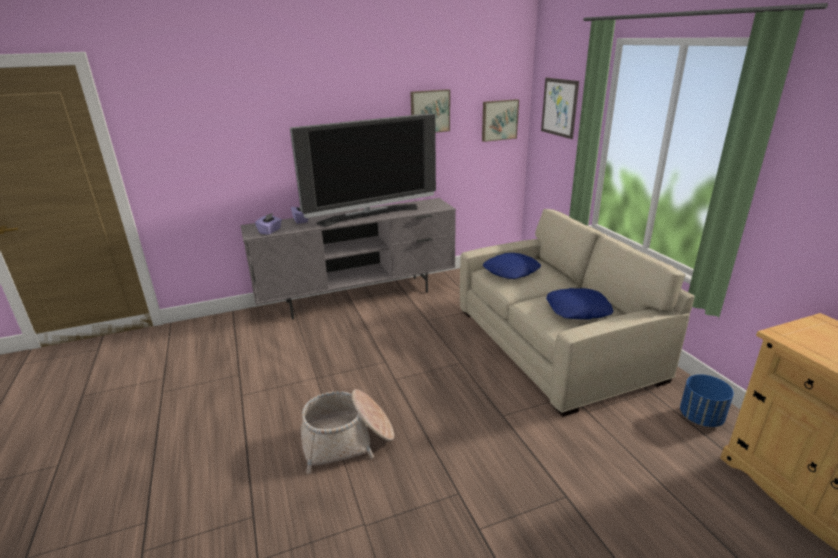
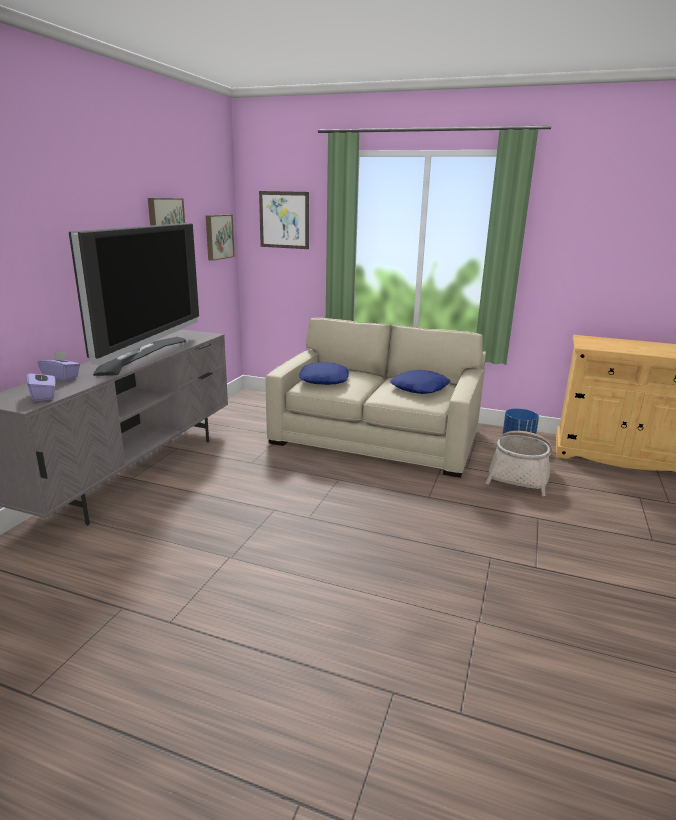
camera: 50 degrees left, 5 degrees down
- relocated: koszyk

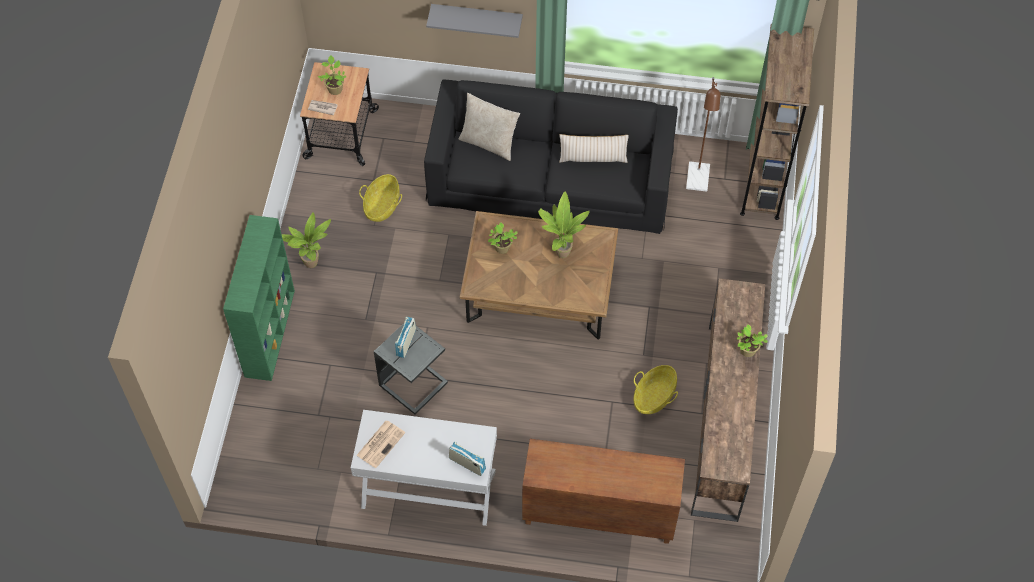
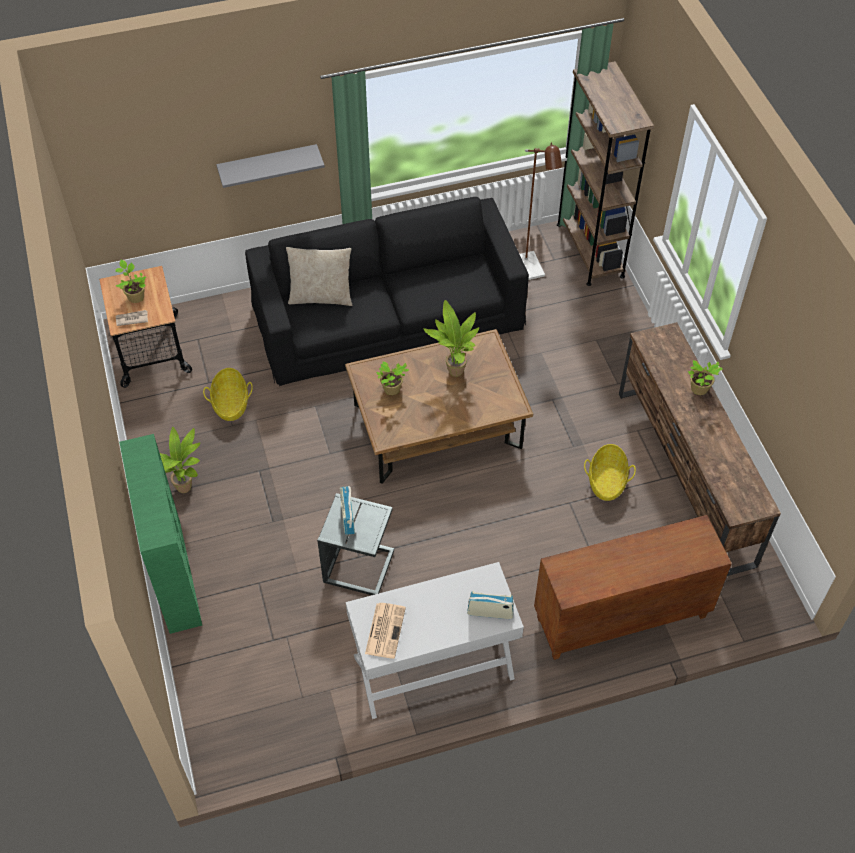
camera: 25 degrees left, 5 degrees down
- missing: poduszka [beżowy] (no. 2 from left)

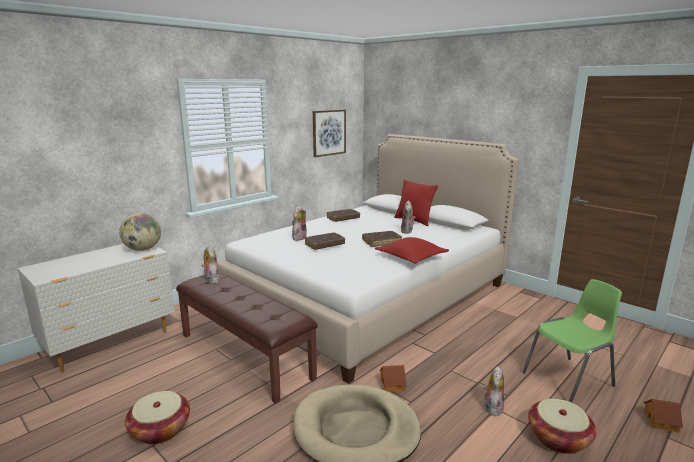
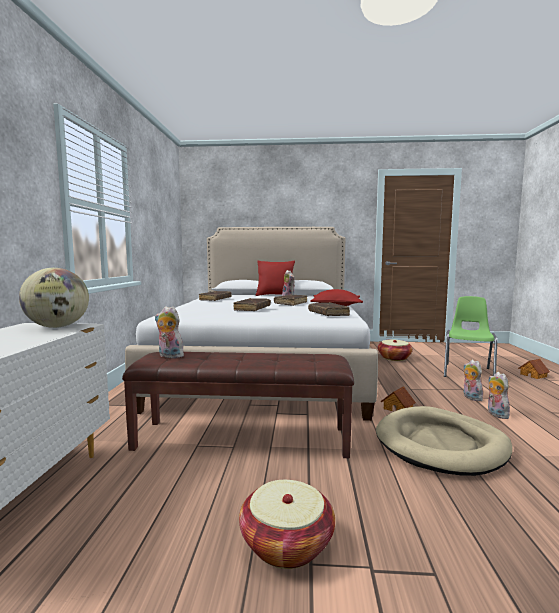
camera: 40 degrees left, 10 degrees down
- relocated: pluszak (no. 2 from left in the first image) to pluszak (no. 4 from left)
- missing: obraz
- relocated: koszyk (no. 2 from left)
- appeared: książka [brązowy] (no. 4 from left)

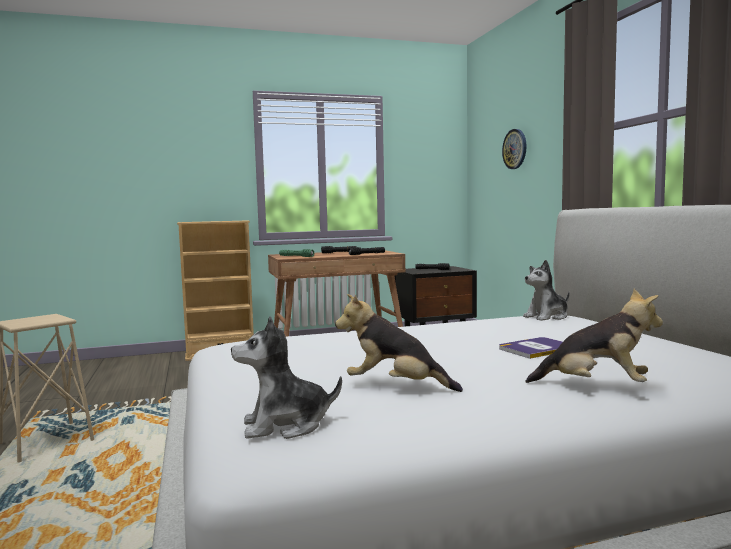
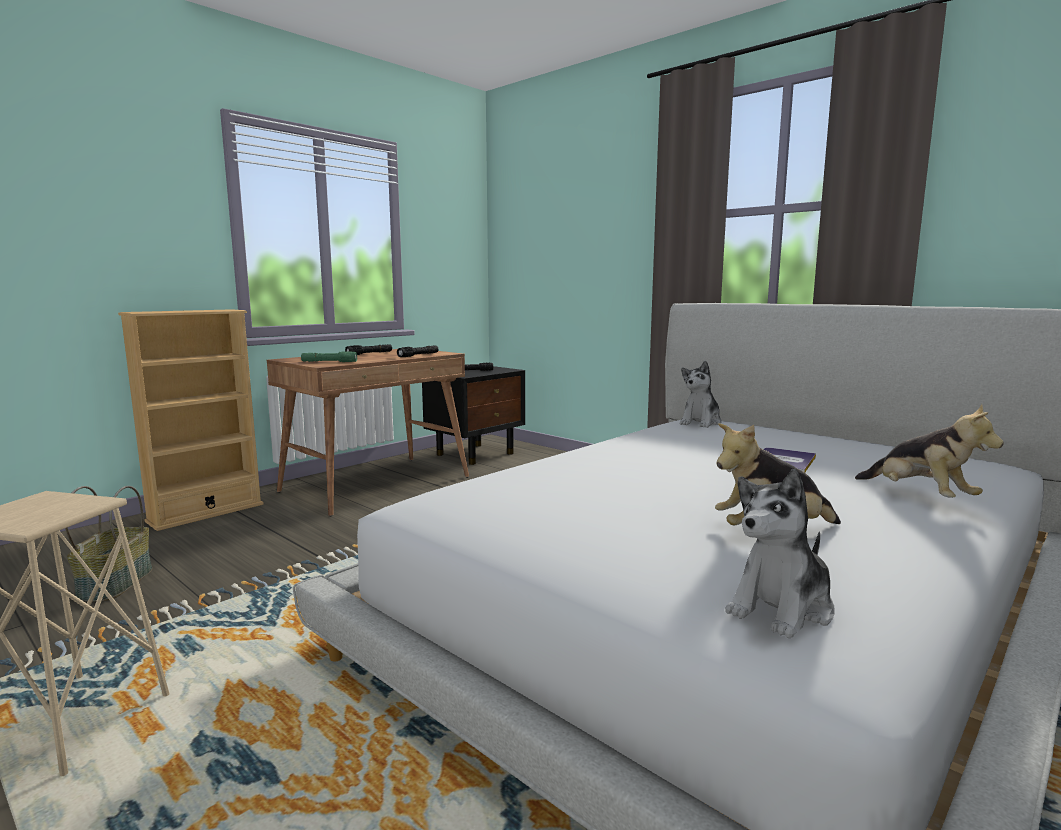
camera: 30 degrees left, 5 degrees up
- missing: zegar ścienny
- spun: pluszak (no. 4 from left) 75 degrees clockwise
- appeared: koszyk

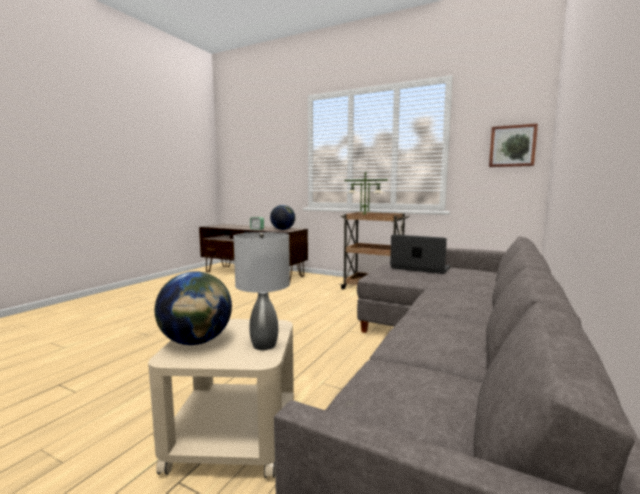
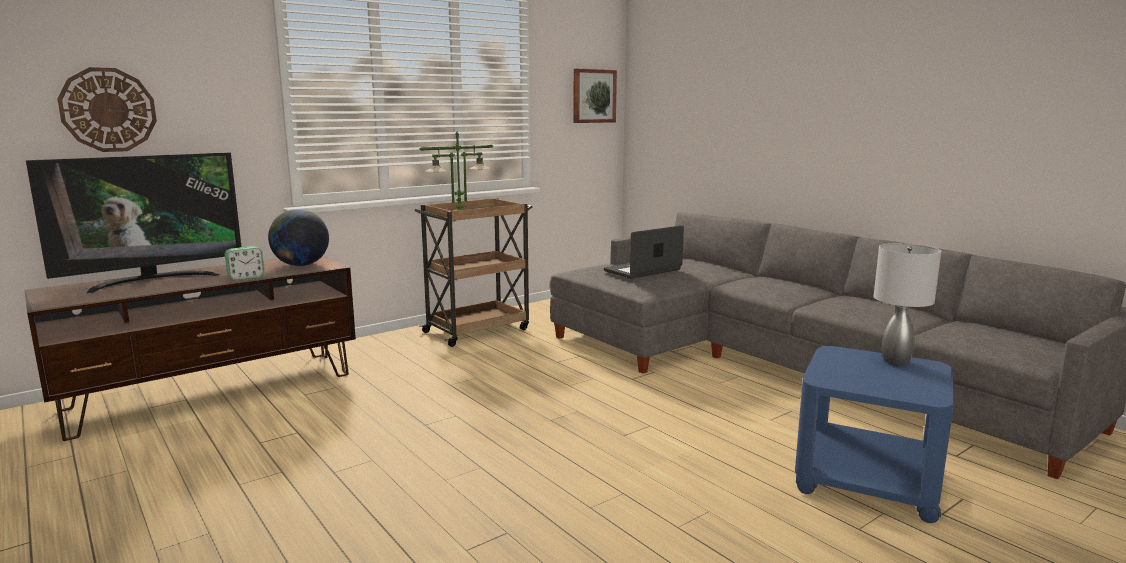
camera: 65 degrees left, 5 degrees up
- colour: stolik [beżowy] to stolik [niebieski]
- missing: globus (no. 1 from left)
- appeared: telewizor
- appeared: zegar ścienny

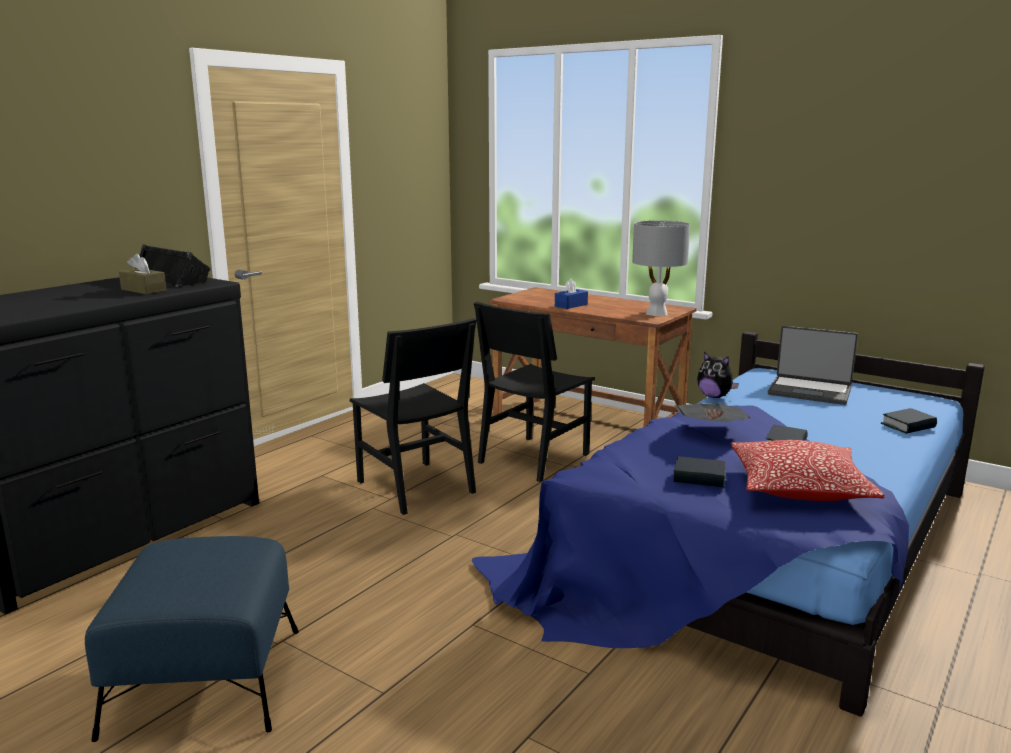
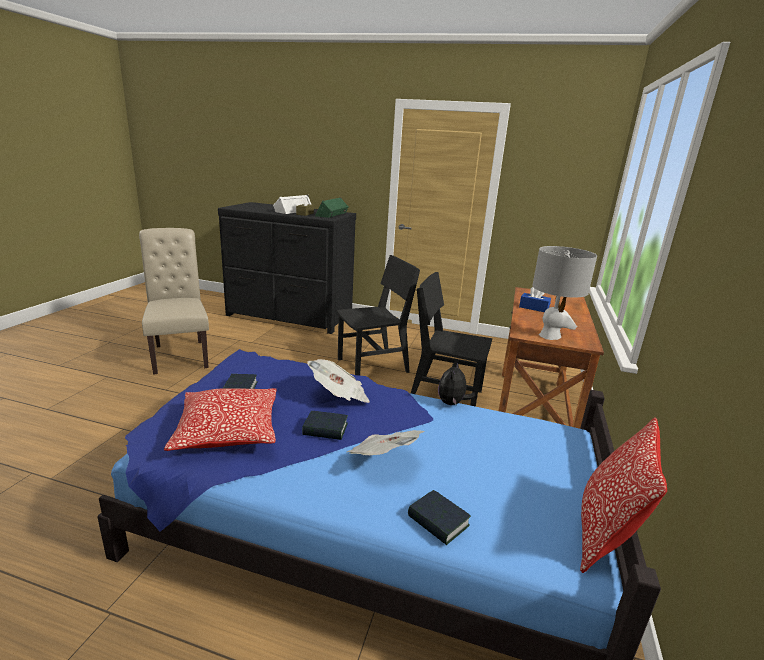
camera: 70 degrees right, 5 degrees up
- exchanged: pufa [niebieski] to krzesło [beżowy]
- colour: głośnik [czarny] to głośnik [zielony]
- spun: krzesło [czarny] (no. 1 from left) 150 degrees counterclockwise
- missing: laptop
- appeared: głośnik [biały]
- appeared: gazeta (no. 2 from left)
- appeared: poduszka (no. 2 from left)

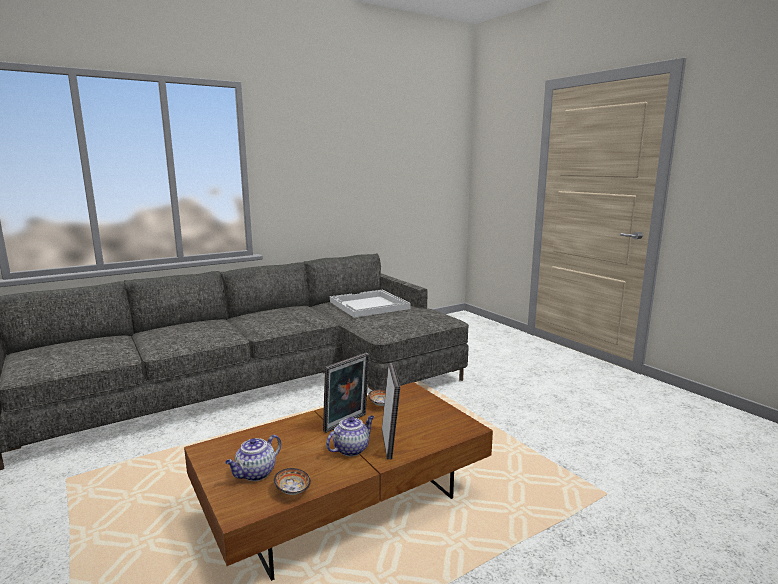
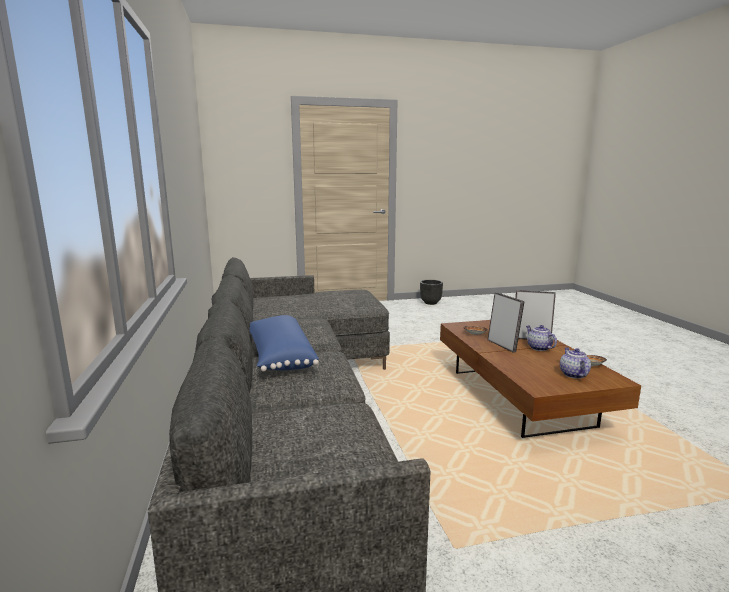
camera: 70 degrees left, 0 degrees up
- spun: imbryk (no. 1 from left in the first image) 150 degrees counterclockwise
- missing: taca [biały]
- appeared: poduszka [niebieski]
- appeared: donica [czarny]

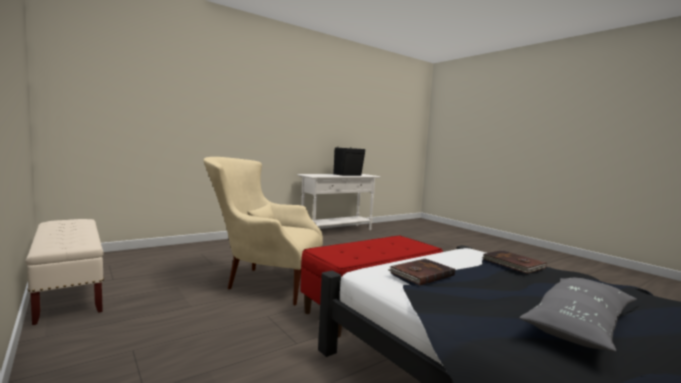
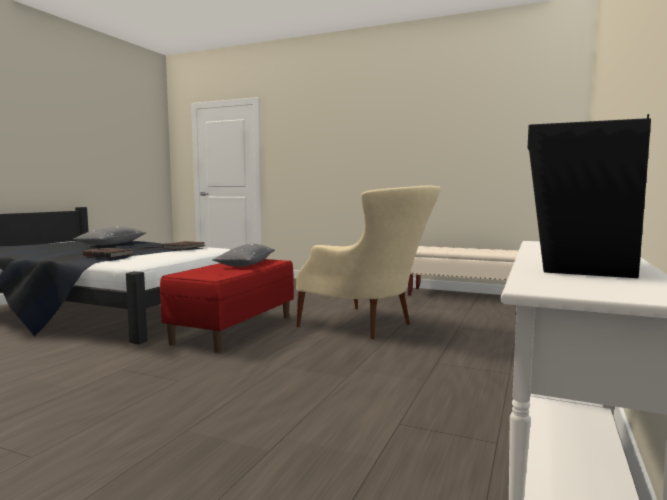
camera: 150 degrees right, 0 degrees up
- spun: fotel [beżowy] 60 degrees clockwise
- appeared: poduszka [szary] (no. 2 from left)

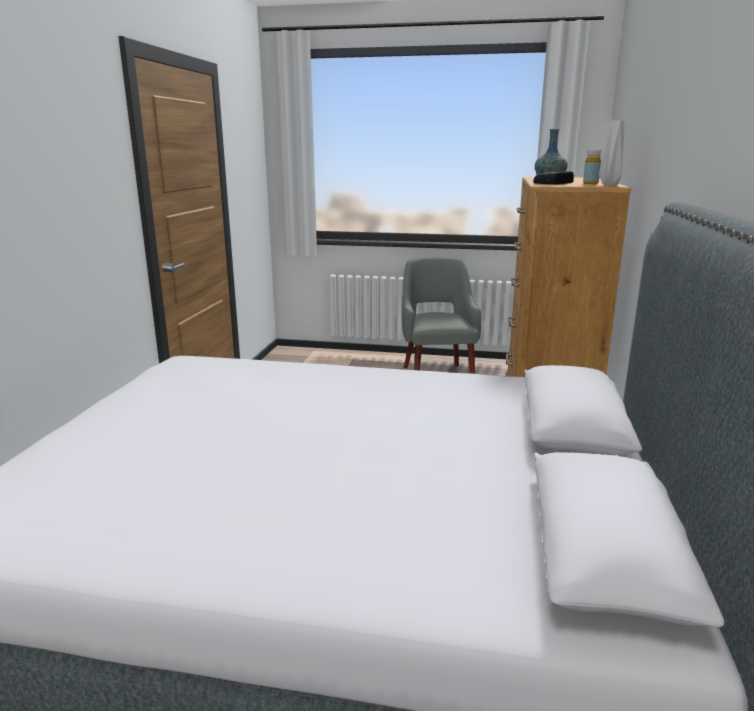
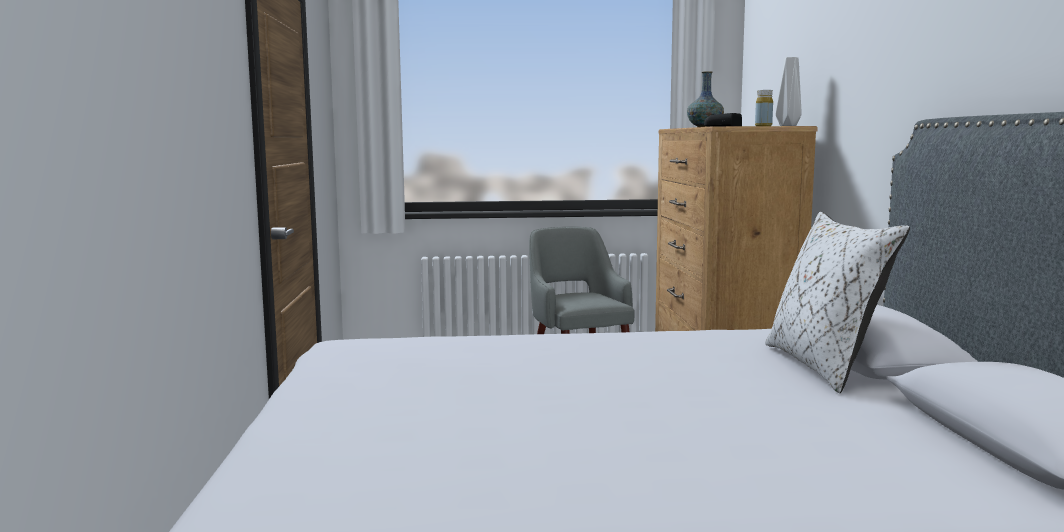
camera: 15 degrees left, 10 degrees down
- appeared: poduszka [biały]

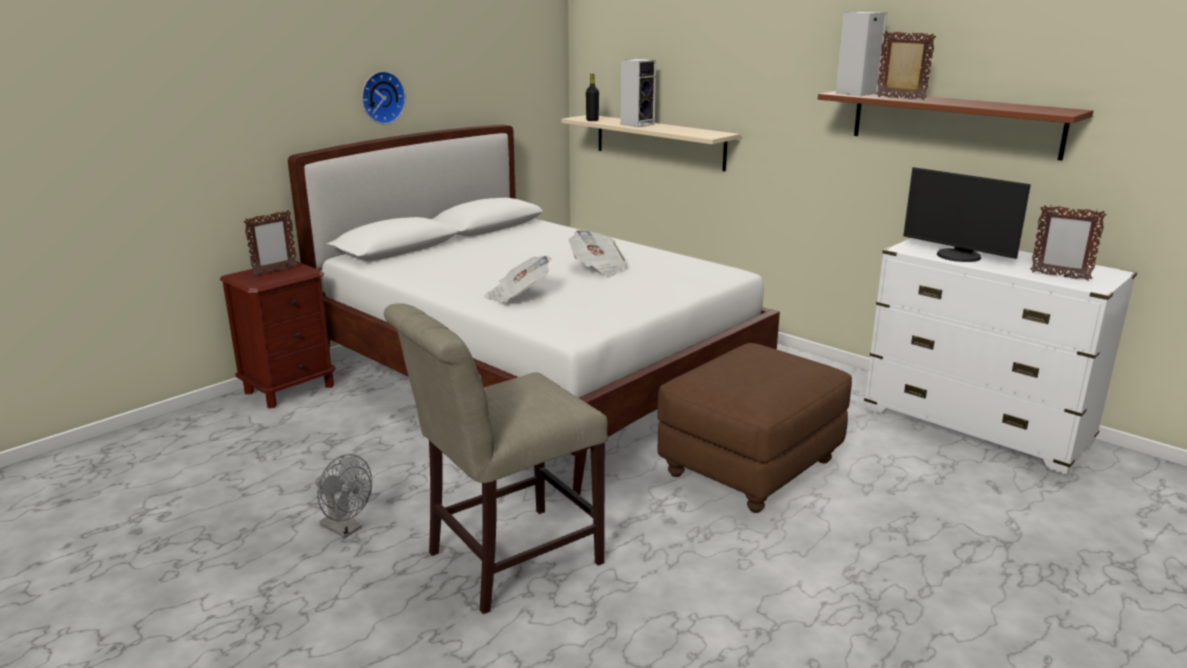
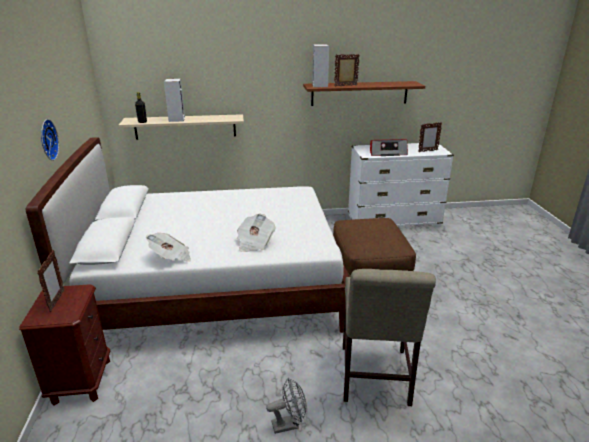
camera: 50 degrees left, 5 degrees up
- relocated: gazeta (no. 2 from left in the first image) to gazeta (no. 1 from left)
- exchanged: monitor to radio

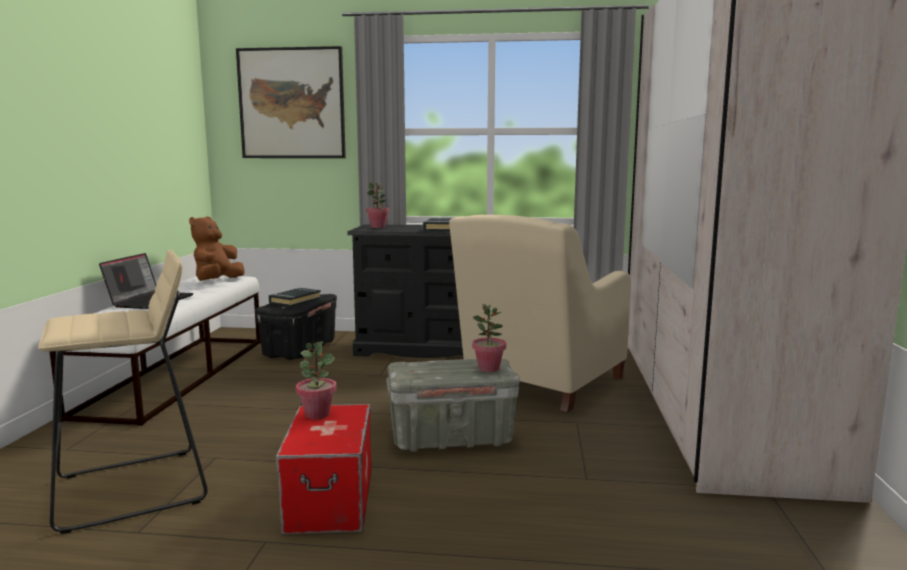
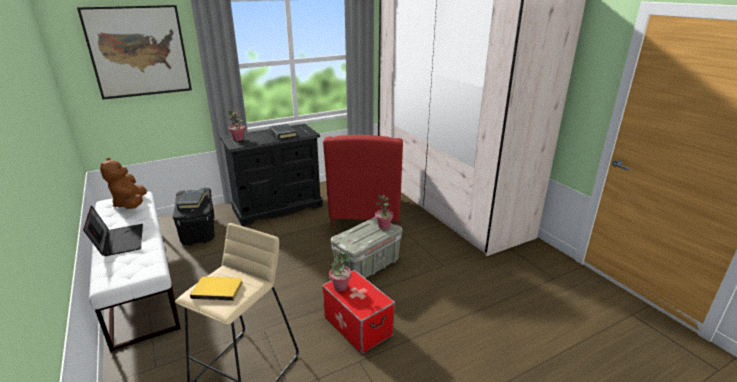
camera: 35 degrees left, 15 degrees up
- colour: fotel [beżowy] to fotel [czerwony]
- appeared: książka [żółty]

